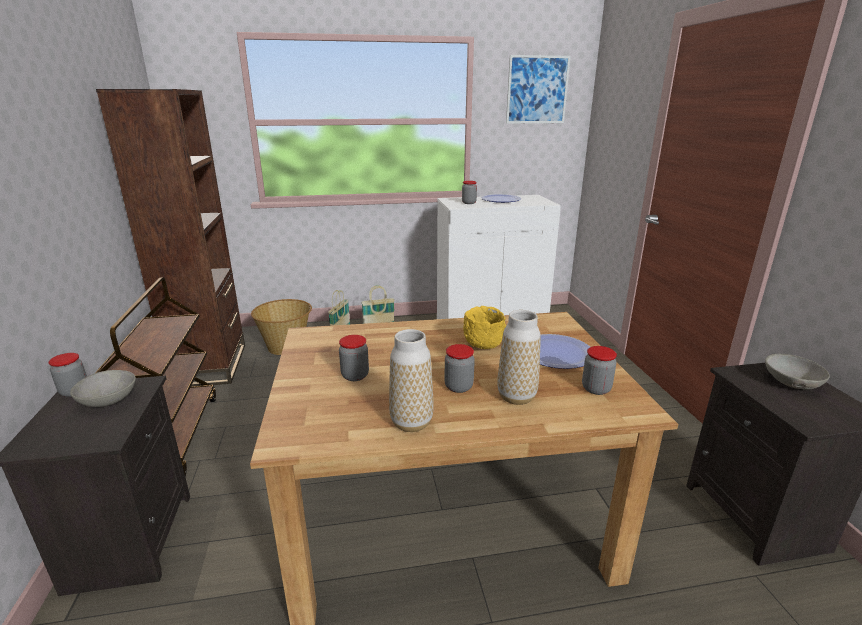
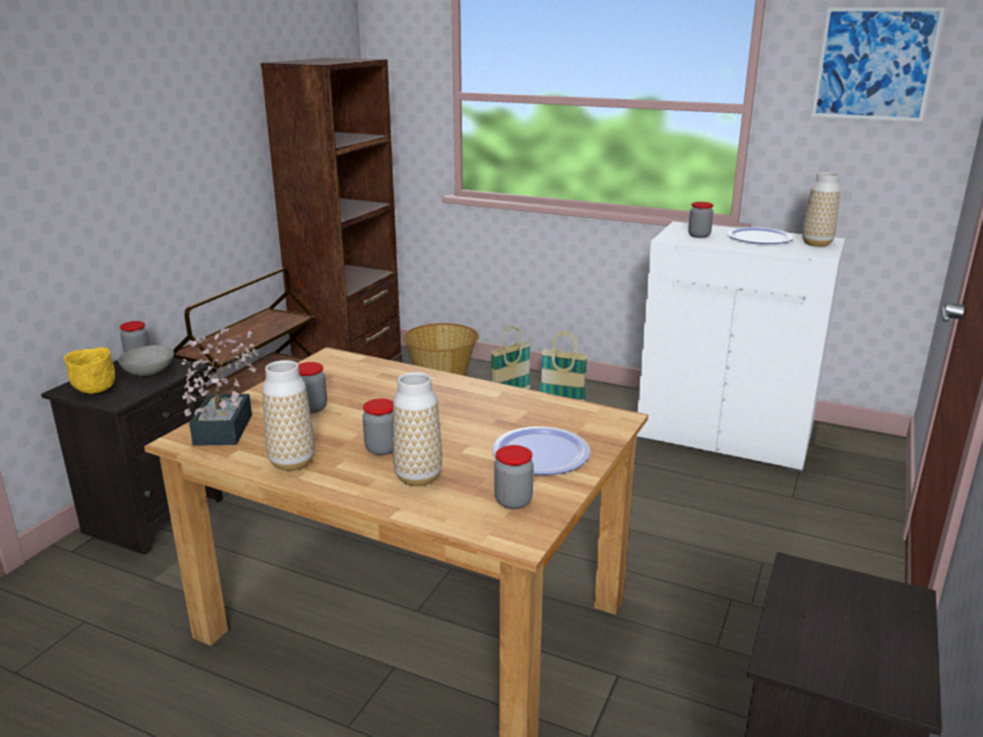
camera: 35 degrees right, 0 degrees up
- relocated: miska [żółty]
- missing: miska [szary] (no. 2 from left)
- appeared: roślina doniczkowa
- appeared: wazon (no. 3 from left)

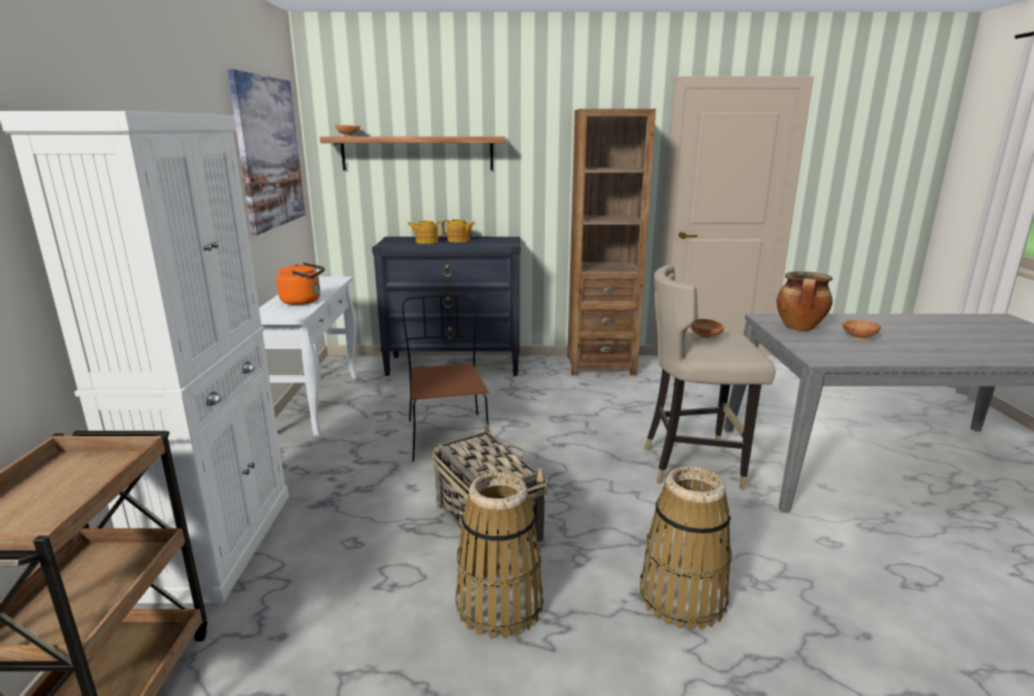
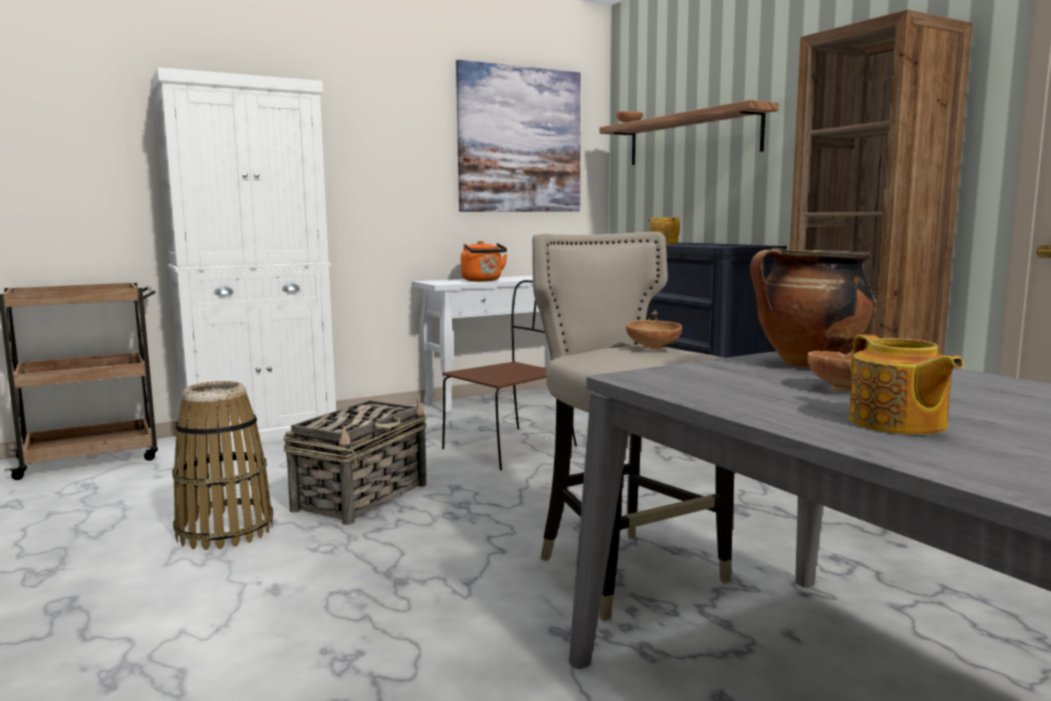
camera: 60 degrees right, 10 degrees down
- relocated: imbryk (no. 2 from left)
- missing: koszyk (no. 3 from left)

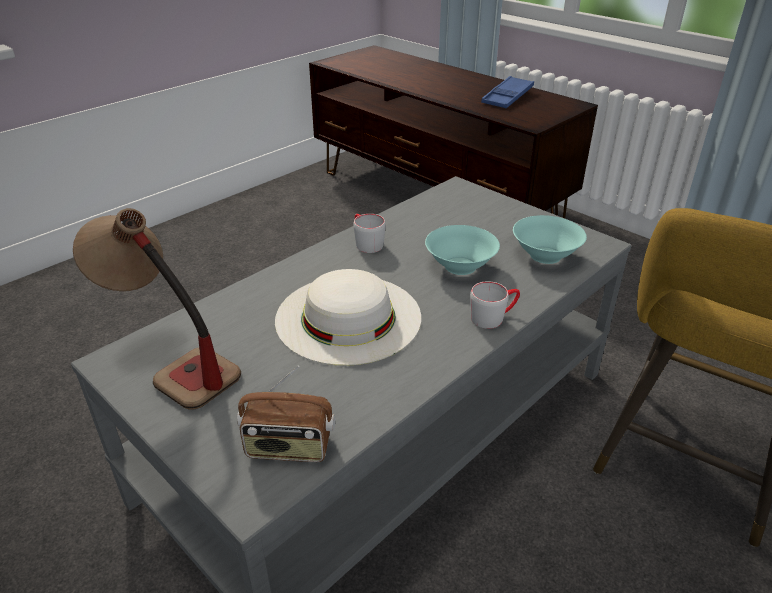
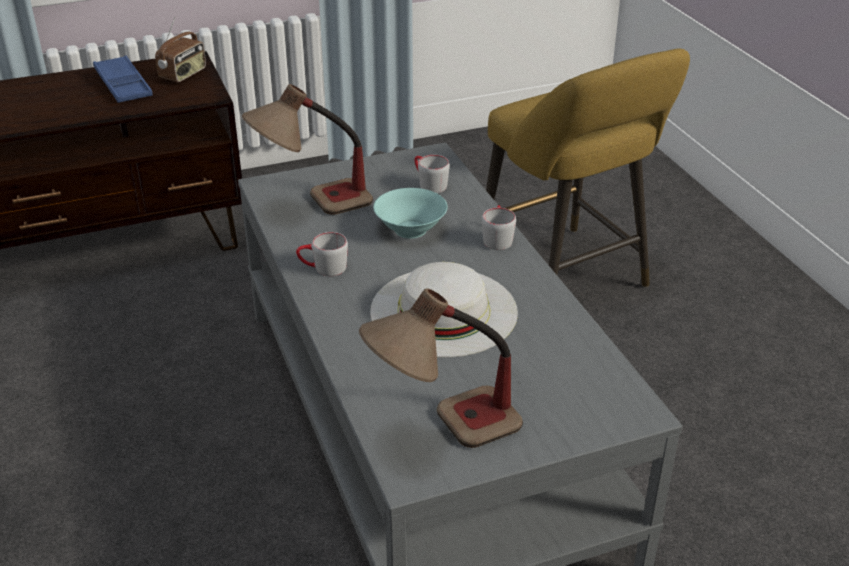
camera: 65 degrees left, 0 degrees up
- relocated: radio
- exchanged: miska [turkusowy] (no. 2 from left) to kubek [szary] (no. 2 from left)
- appeared: lampa stołowa (no. 1 from left)

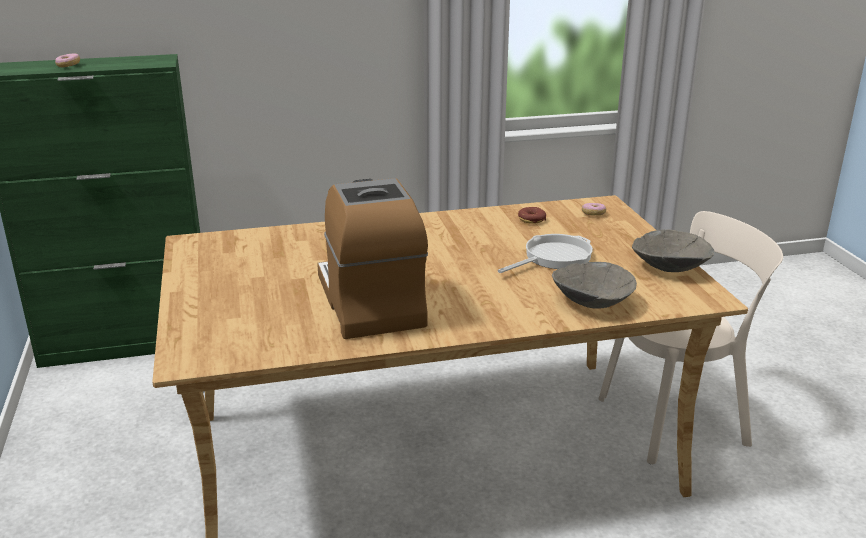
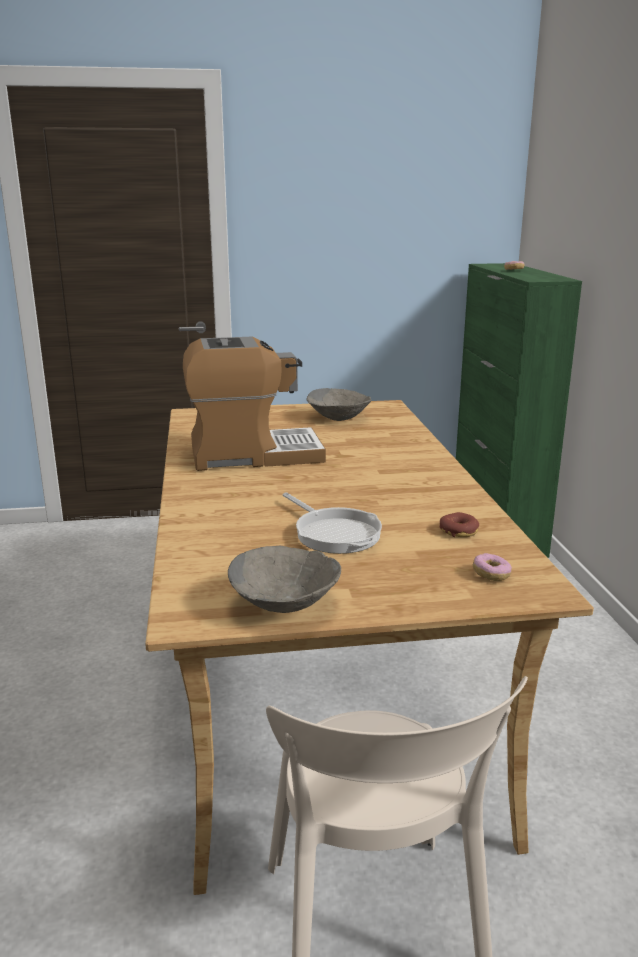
camera: 95 degrees right, 5 degrees down
- relocated: miska [szary] (no. 1 from left in the first image) to miska [szary] (no. 2 from left)

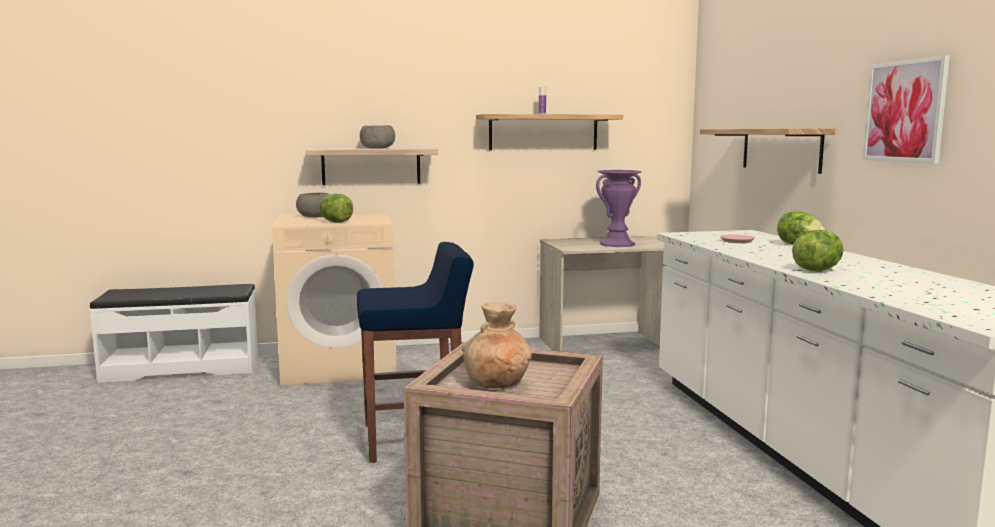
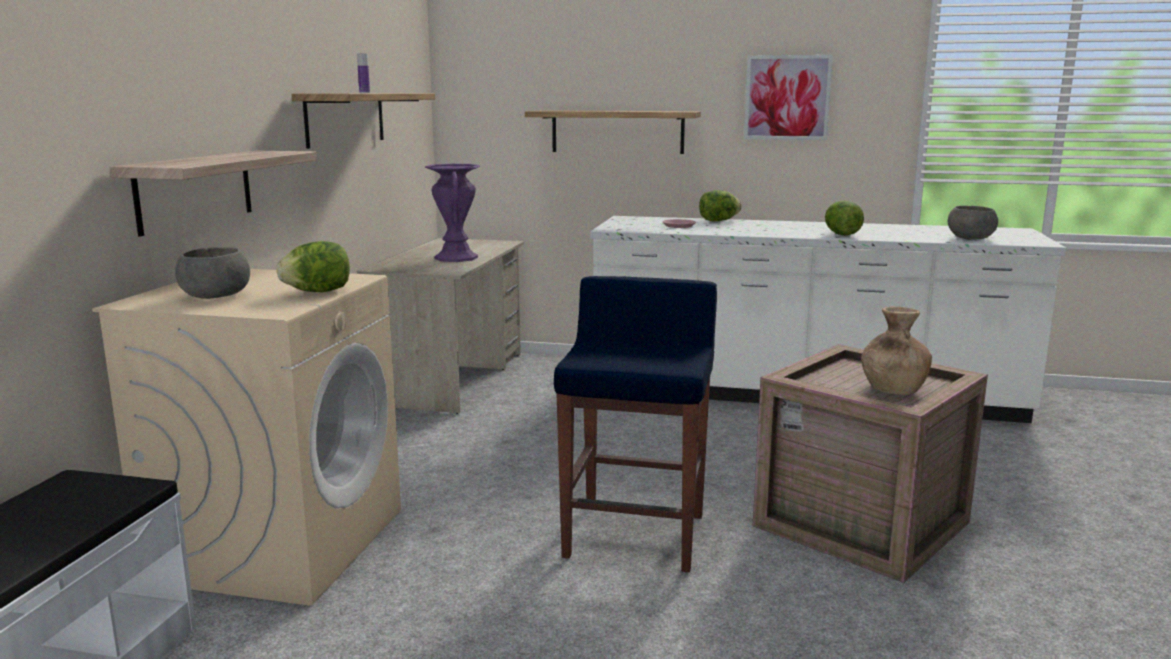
camera: 65 degrees left, 5 degrees up
- relocated: miska [szary] (no. 2 from left)

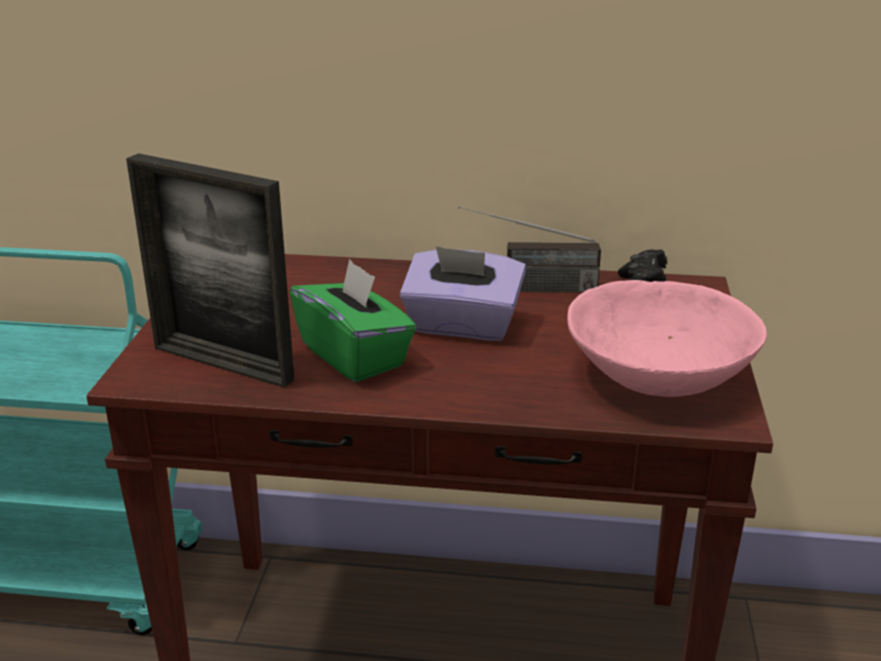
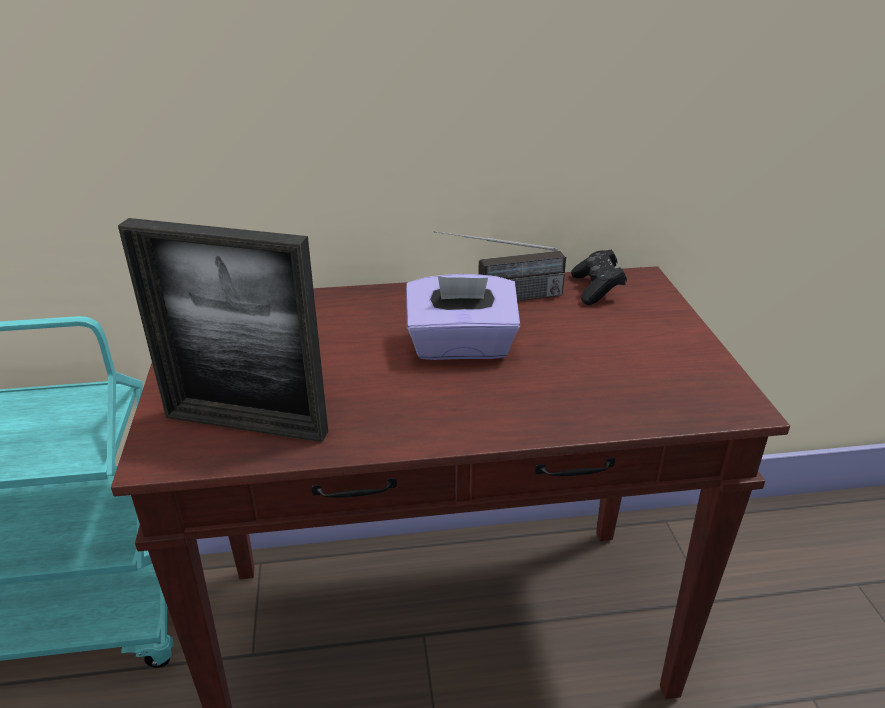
camera: 15 degrees left, 5 degrees up
- missing: pudełko chusteczek [zielony]
- missing: miska [różowy]

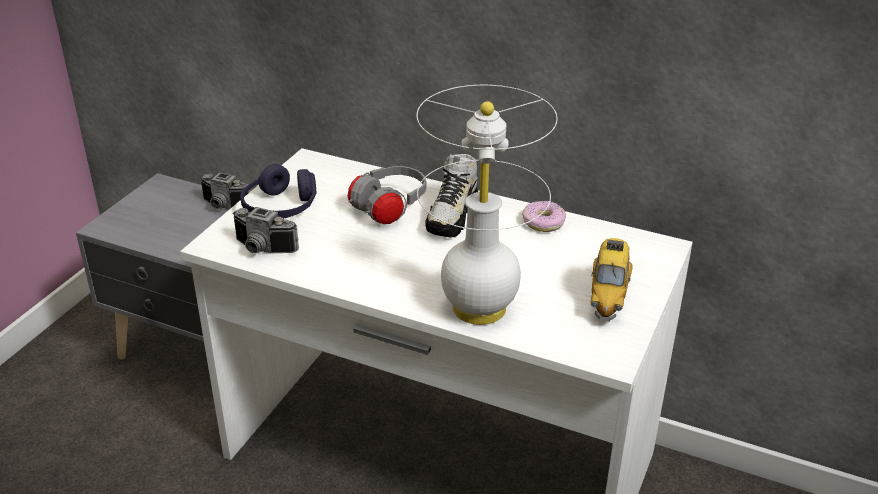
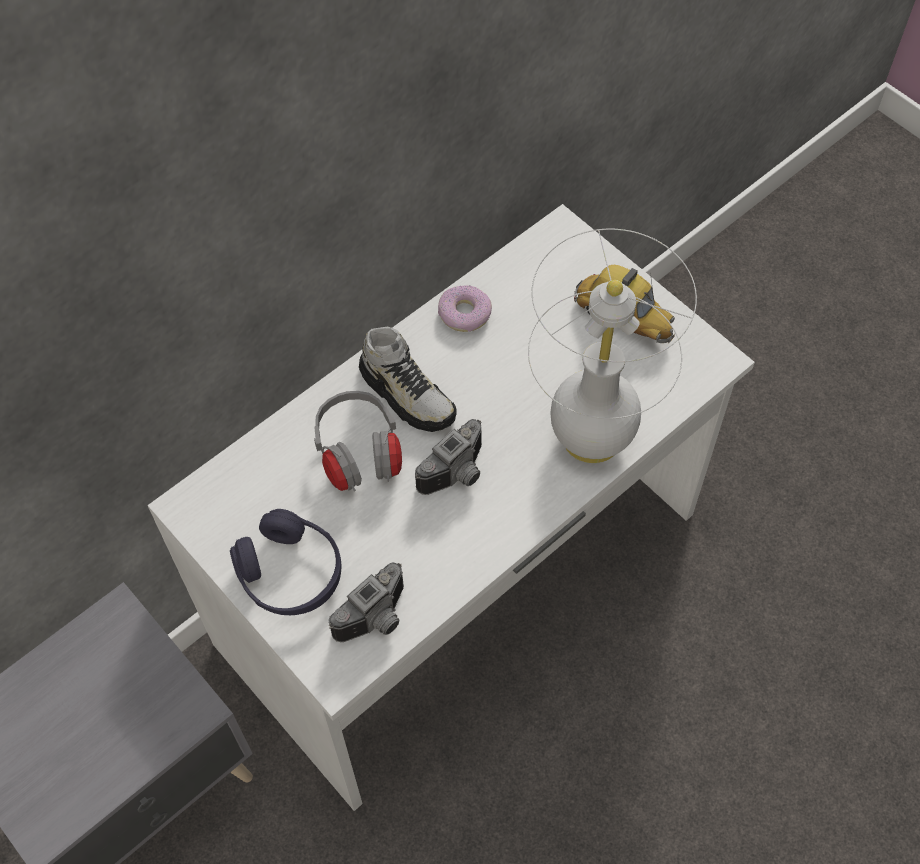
camera: 65 degrees left, 25 degrees up
- relocated: aparat fotograficzny (no. 1 from left in the first image) to aparat fotograficzny (no. 2 from left)

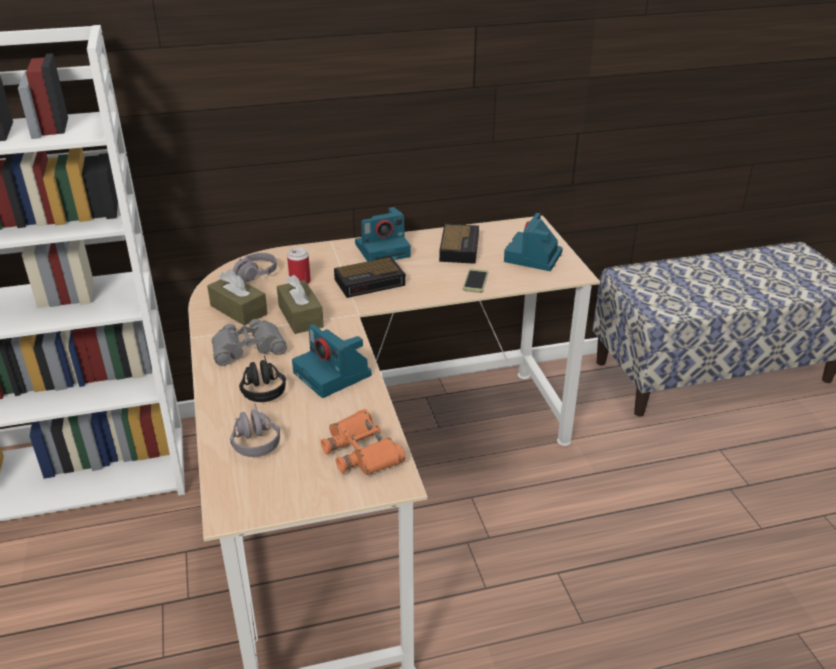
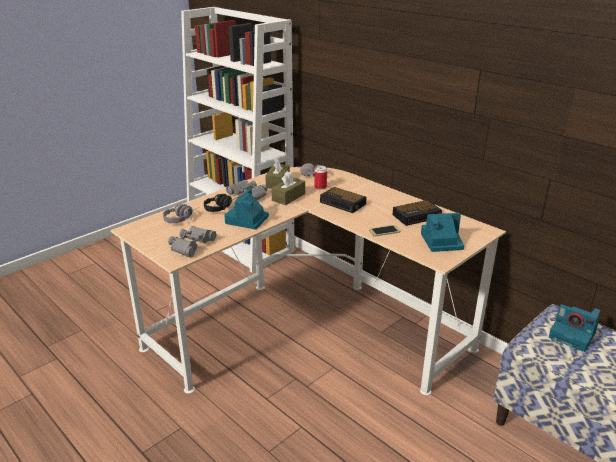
camera: 60 degrees right, 5 degrees down
- colour: lornetka [pomarańczowy] to lornetka [szary] (no. 1 from left)
- relocated: aparat fotograficzny (no. 2 from left in the first image) to aparat fotograficzny (no. 3 from left)

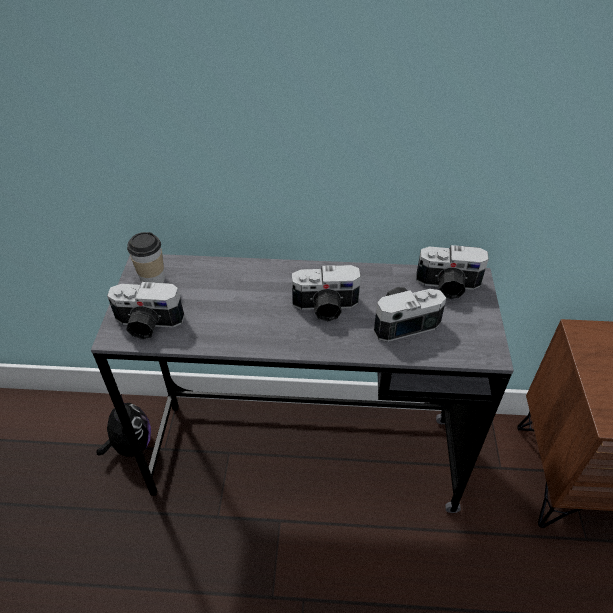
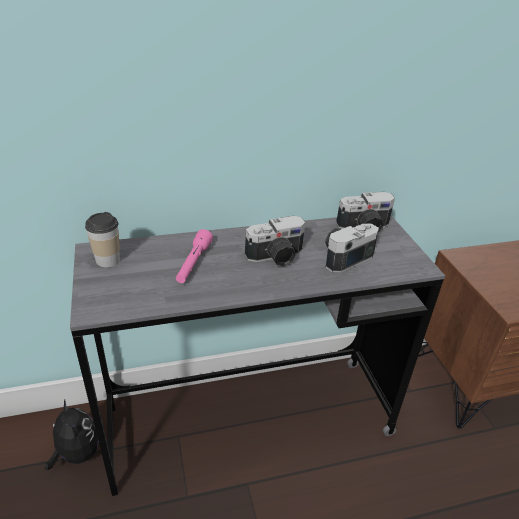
camera: 20 degrees left, 10 degrees down
- missing: aparat fotograficzny (no. 1 from left)
- appeared: latarka [różowy]

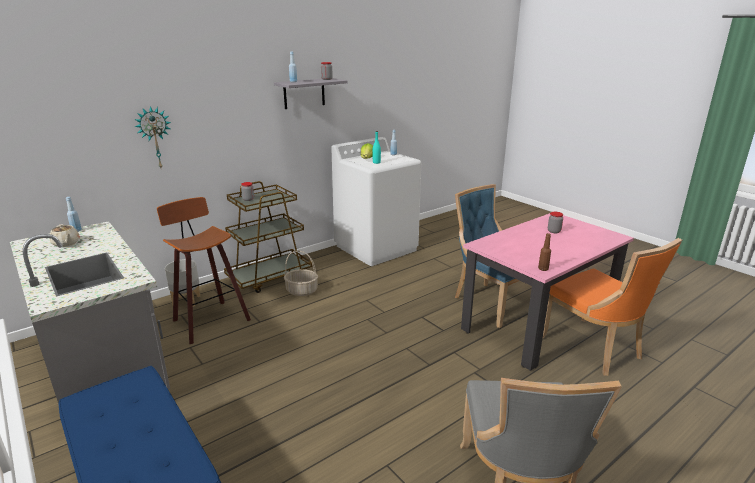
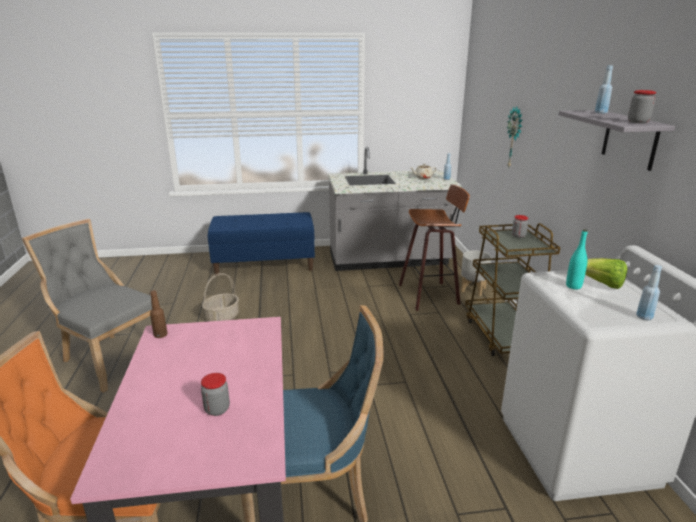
camera: 120 degrees right, 0 degrees up
- relocated: koszyk

